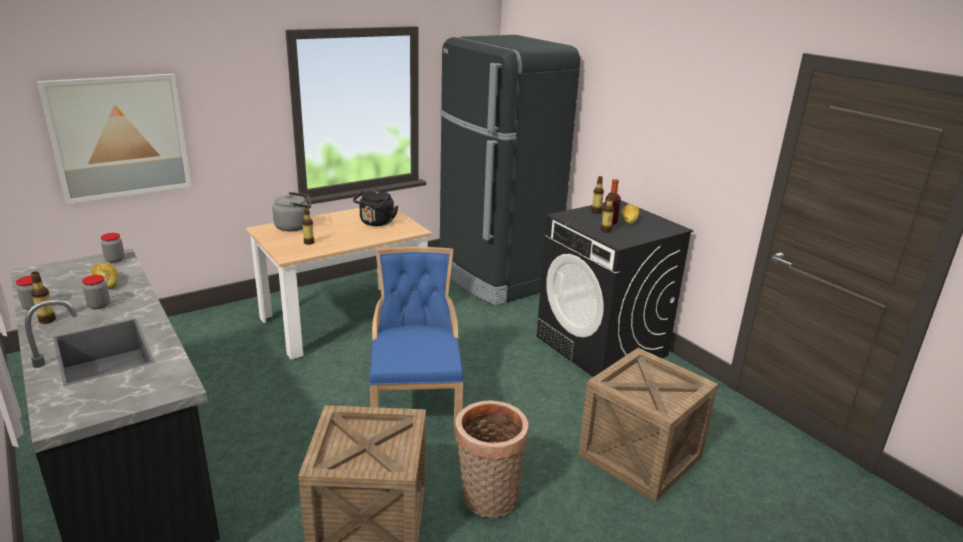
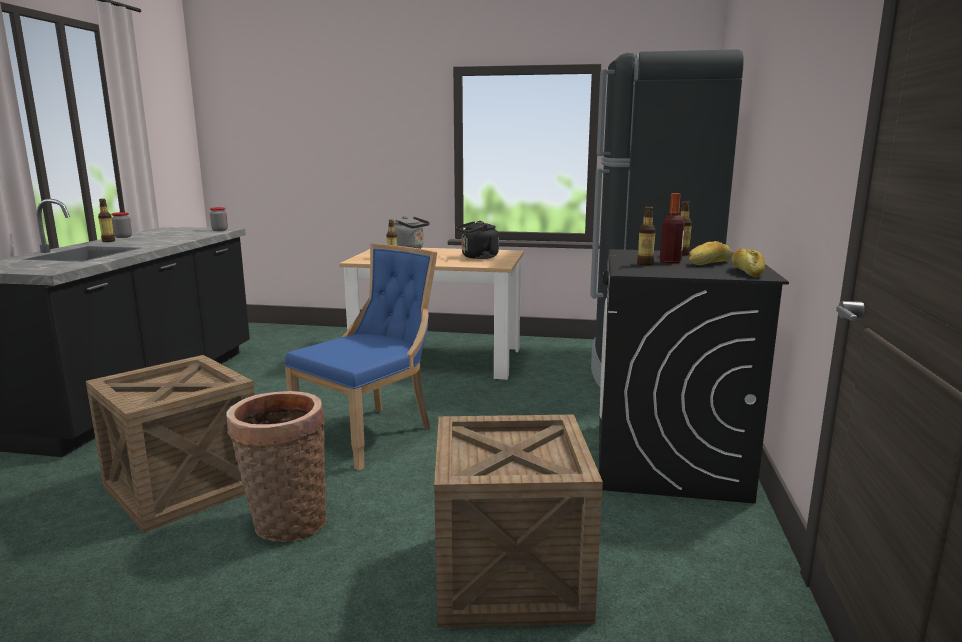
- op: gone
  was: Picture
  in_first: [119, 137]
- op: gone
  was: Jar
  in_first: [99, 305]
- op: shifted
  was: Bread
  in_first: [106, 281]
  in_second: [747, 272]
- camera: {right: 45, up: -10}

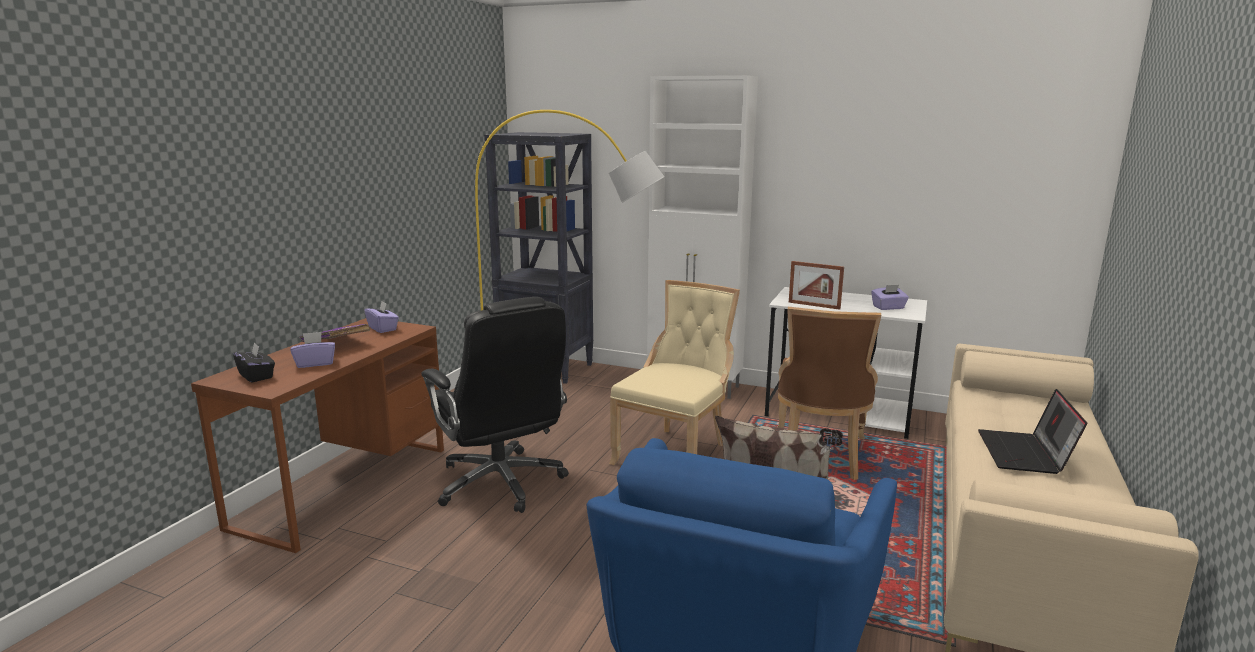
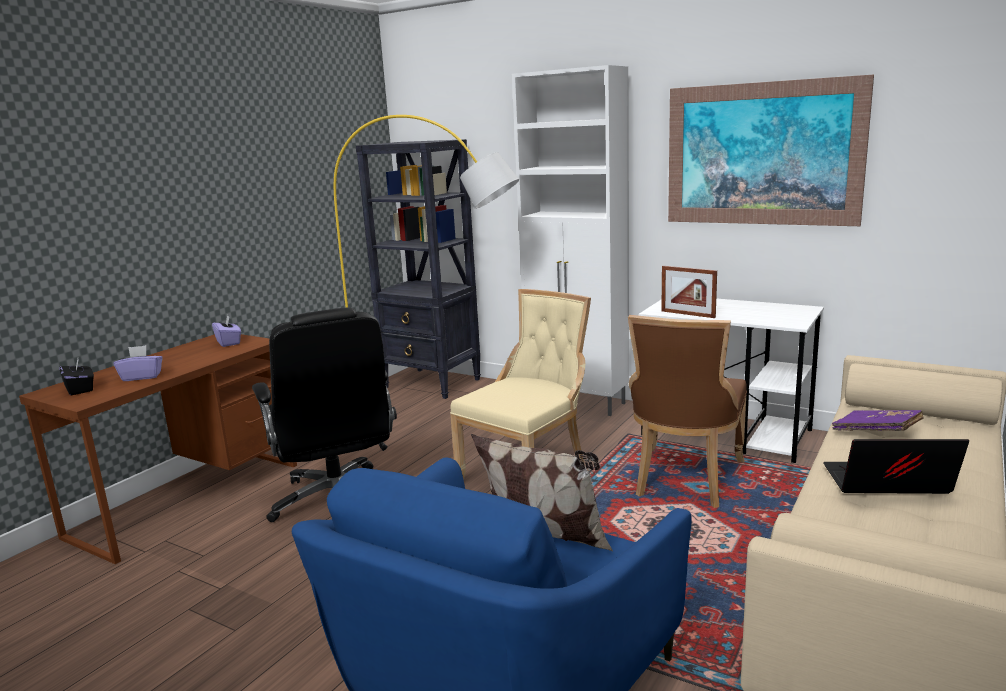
- op: shifted
  was: PurpleBook
  in_first: [336, 344]
  in_second: [876, 433]
- op: gone
  was: PurpleTissueBox
  in_first: [888, 307]
- op: rotated
  was: Laptop
  in_first: [1025, 454]
  in_second: [886, 484]
  clockwise: 75
- op: new
  now: Picture
  in_second: [762, 154]
- camera: {right: 10, up: 0}

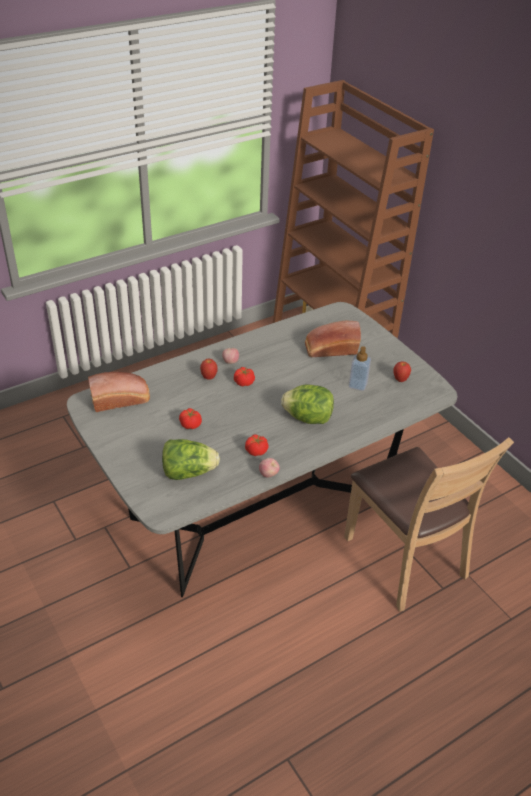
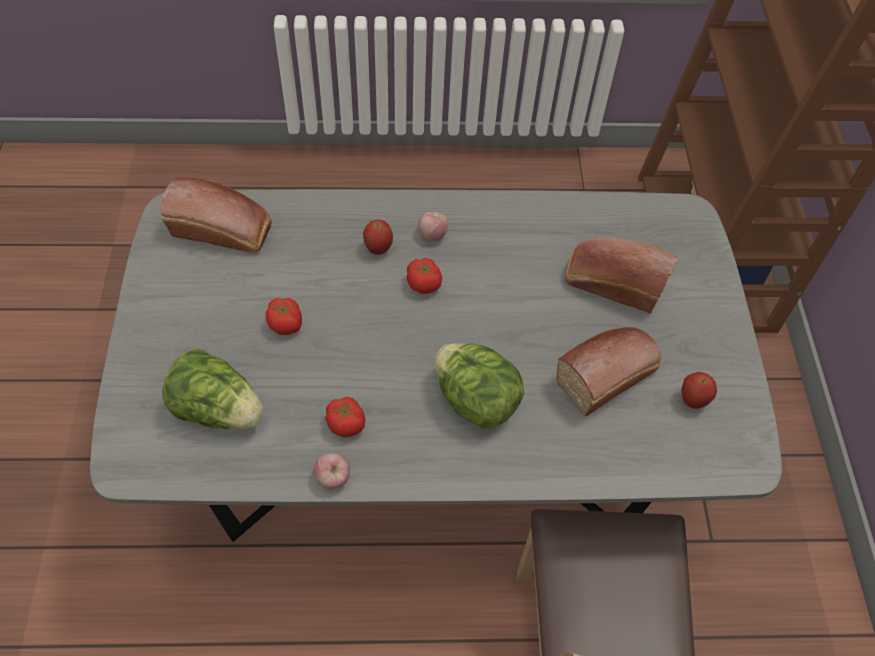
- op: swapped
  was: SoapDispenser
  now: Bread
  in_first: [358, 385]
  in_second: [608, 375]
- camera: {right: 30, up: 15}

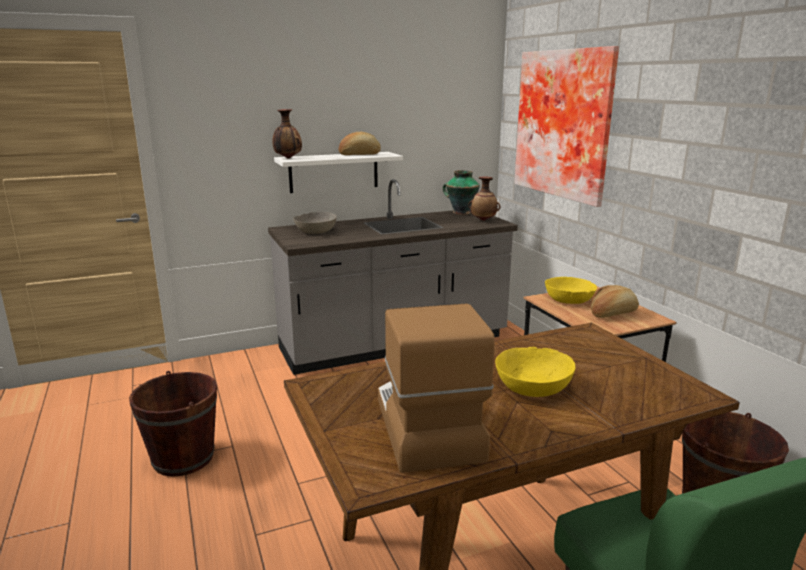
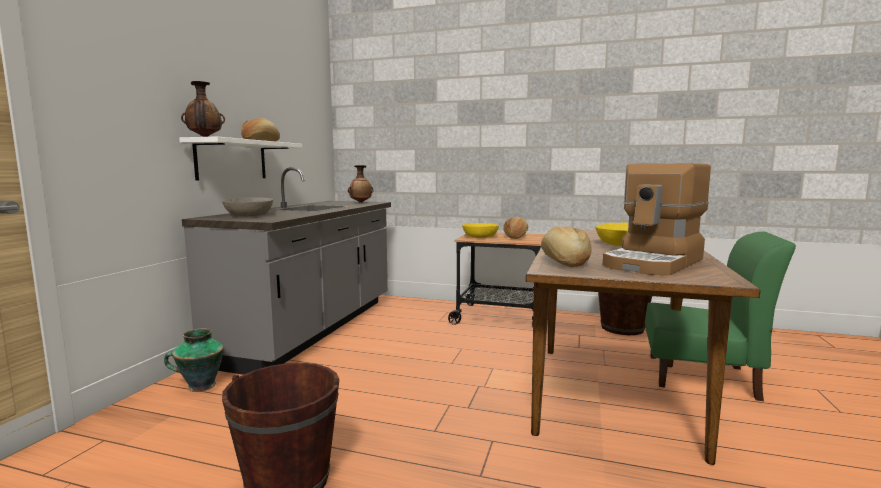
- op: rotated
  was: CoffeeMachine
  in_first: [425, 427]
  in_second: [654, 263]
  clockwise: -75
- op: shifted
  was: Vase
  in_first: [460, 212]
  in_second: [200, 386]
- op: gone
  was: Picture
  in_first: [565, 124]
- op: new
  now: Bread
  in_second: [564, 262]
- camera: {right: -50, up: -10}

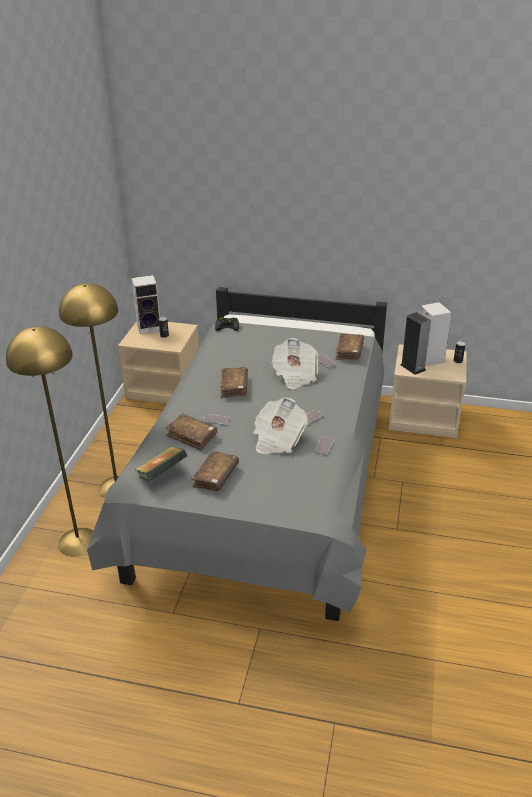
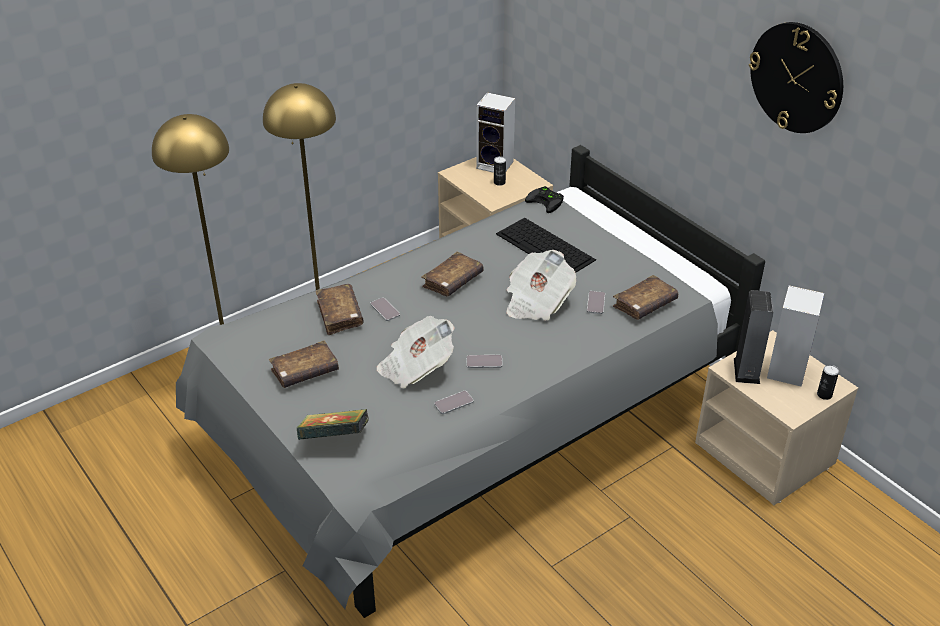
- op: shifted
  was: Book
  in_first: [162, 475]
  in_second: [334, 439]
- op: new
  now: Keyboard
  in_second: [546, 247]
- op: new
  now: WallClock
  in_second: [797, 77]
- camera: {right: 40, up: 5}

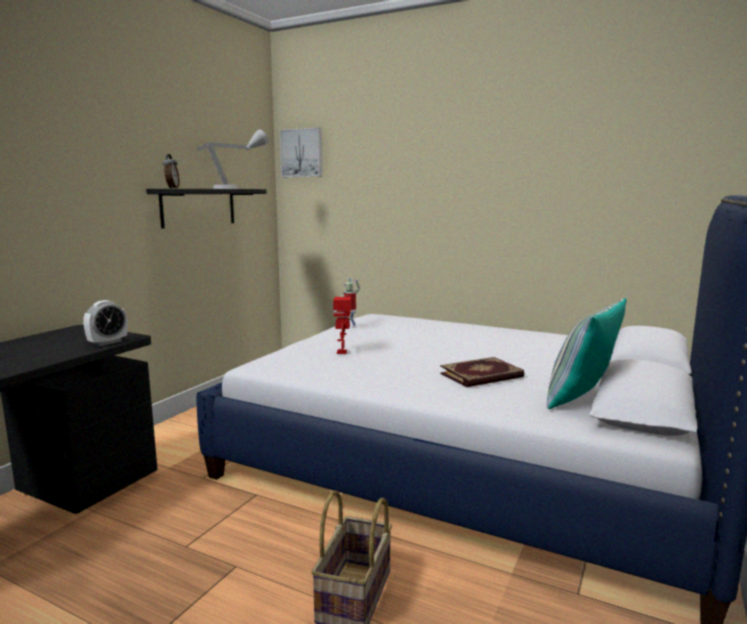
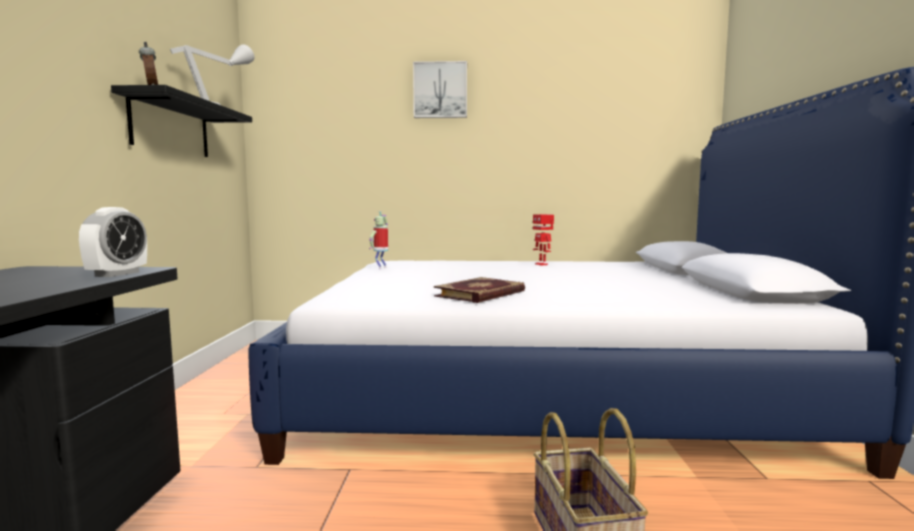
- op: shifted
  was: Picture
  in_first: [302, 153]
  in_second: [440, 90]
- op: shifted
  was: ToyRobot
  in_first: [342, 352]
  in_second: [542, 264]
- op: shifted
  was: Book
  in_first: [482, 376]
  in_second: [481, 294]
- op: gone
  was: Pillow
  in_first: [580, 399]
- camera: {right: -25, up: -5}

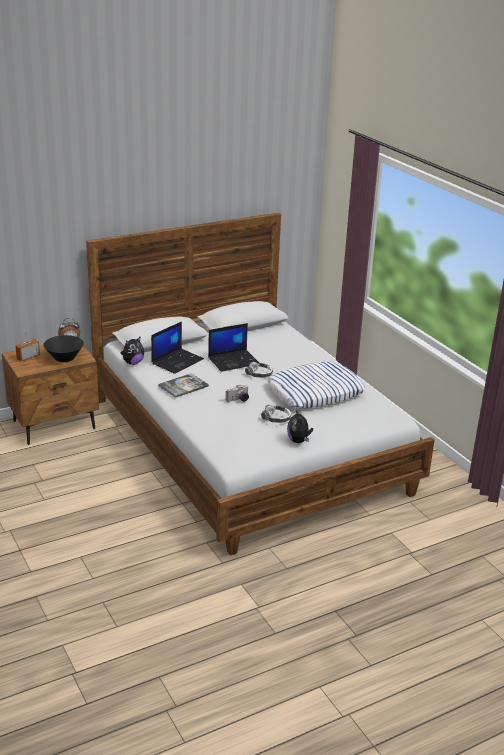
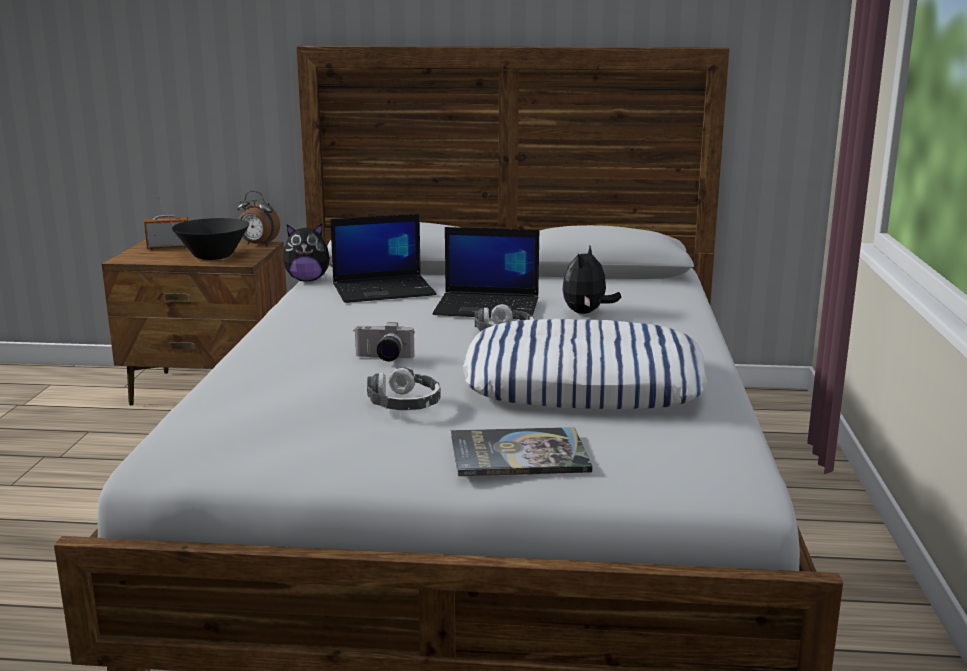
- op: shifted
  was: Book
  in_first: [183, 386]
  in_second: [518, 454]
- op: shifted
  was: PlushToy
  in_first: [298, 441]
  in_second: [586, 313]
- camera: {right: 35, up: -10}

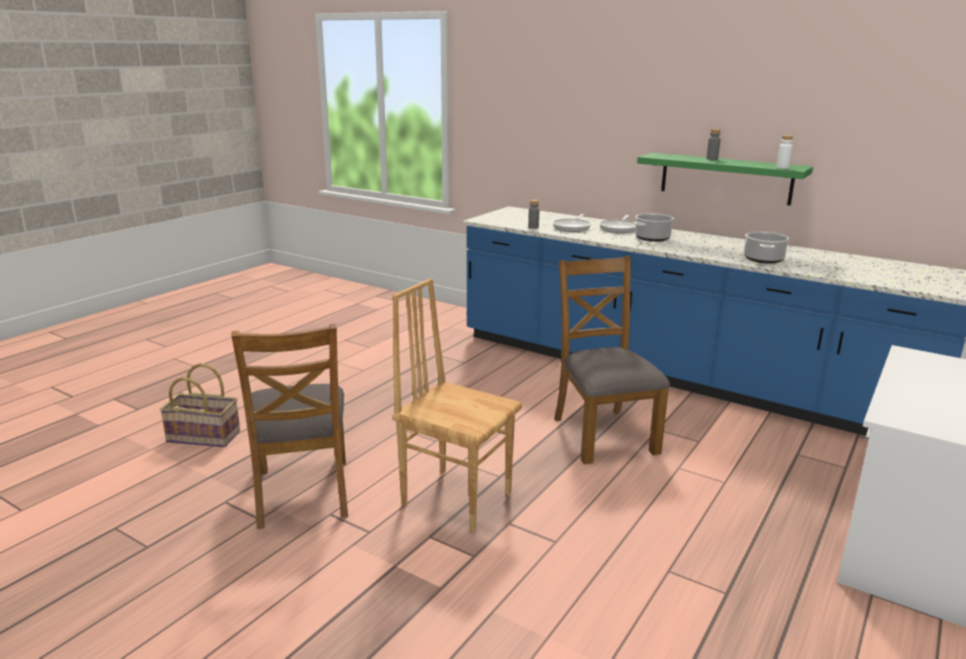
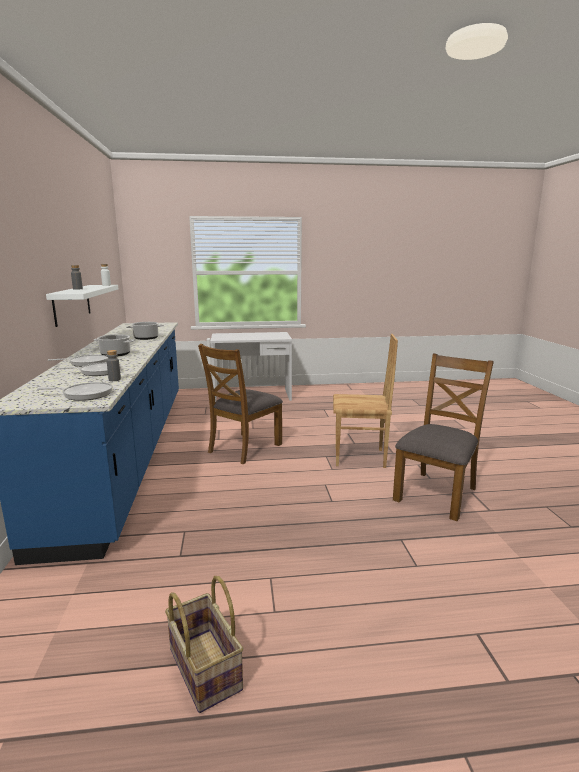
- op: shifted
  was: Basket
  in_first: [204, 436]
  in_second: [203, 669]
- op: rotated
  was: BrownChair
  in_first: [457, 498]
  in_second: [360, 458]
  clockwise: -75
- op: repainted
  was: GreenShelf
  now: WhiteShelf
  in_first: [725, 178]
  in_second: [72, 304]
- op: new
  now: FryingPan
  in_second: [85, 394]
- camera: {right: -130, up: -5}

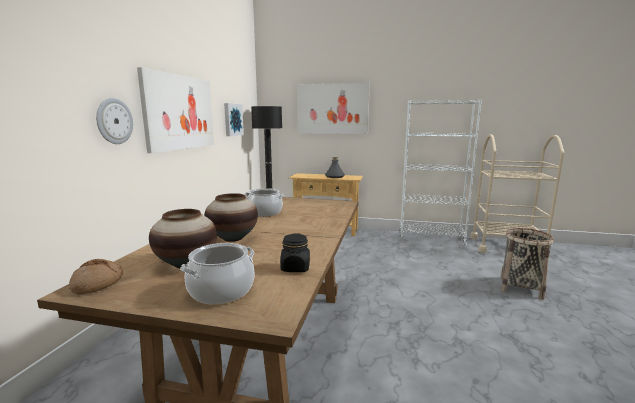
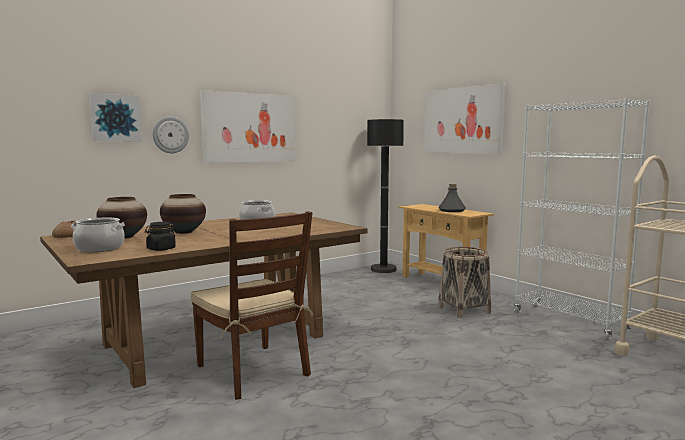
- op: shifted
  was: Picture
  in_first: [232, 119]
  in_second: [115, 118]
- op: shifted
  was: Basket
  in_first: [521, 287]
  in_second: [463, 310]
- op: new
  now: BrownChair
  in_second: [253, 370]
- camera: {right: 40, up: -5}

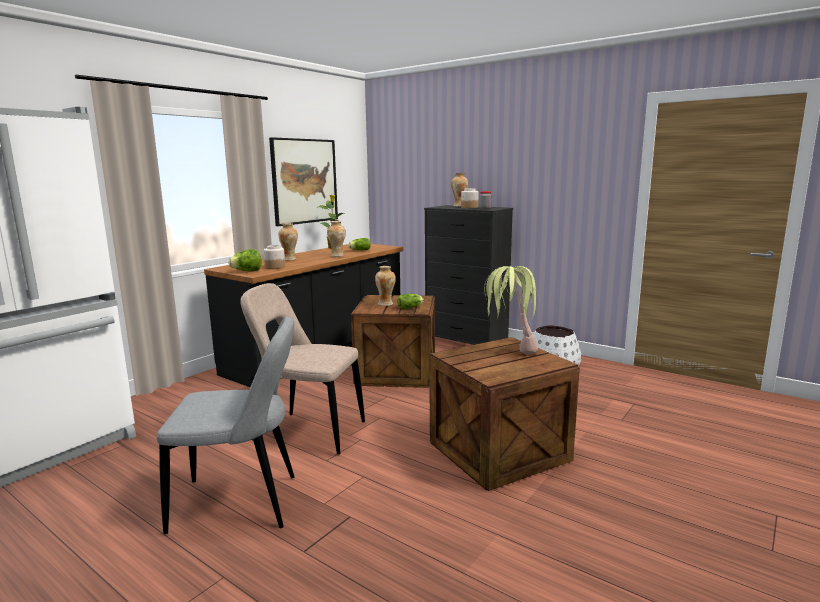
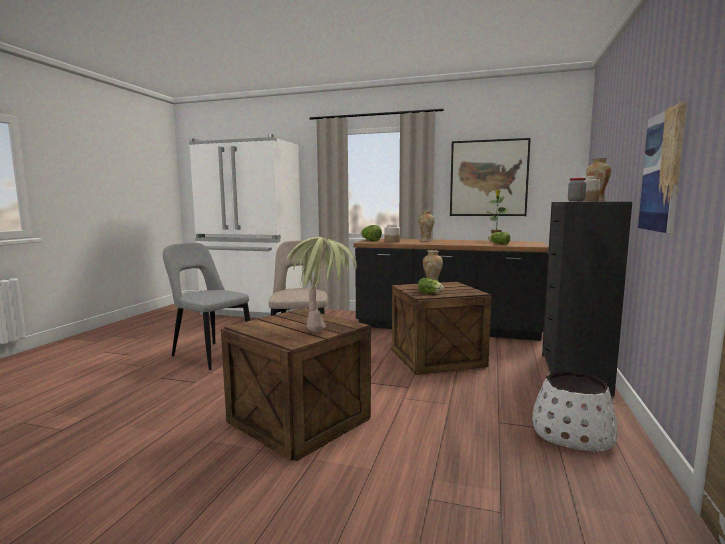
- op: rotated
  was: GreyChair
  in_first: [241, 503]
  in_second: [210, 355]
  clockwise: 150
- op: gone
  was: Vase
  in_first: [337, 256]
- op: new
  now: Picture
  in_second: [662, 172]
- camera: {right: 70, up: -5}

